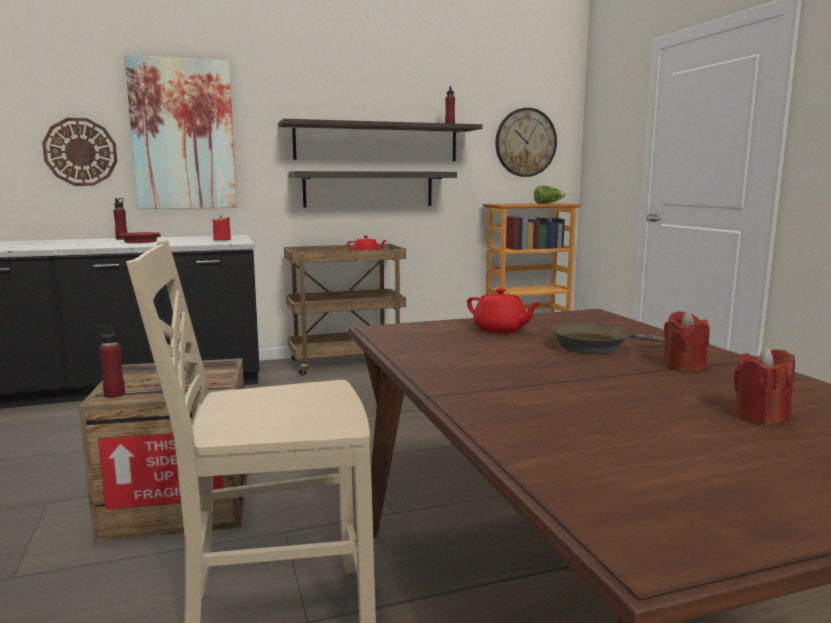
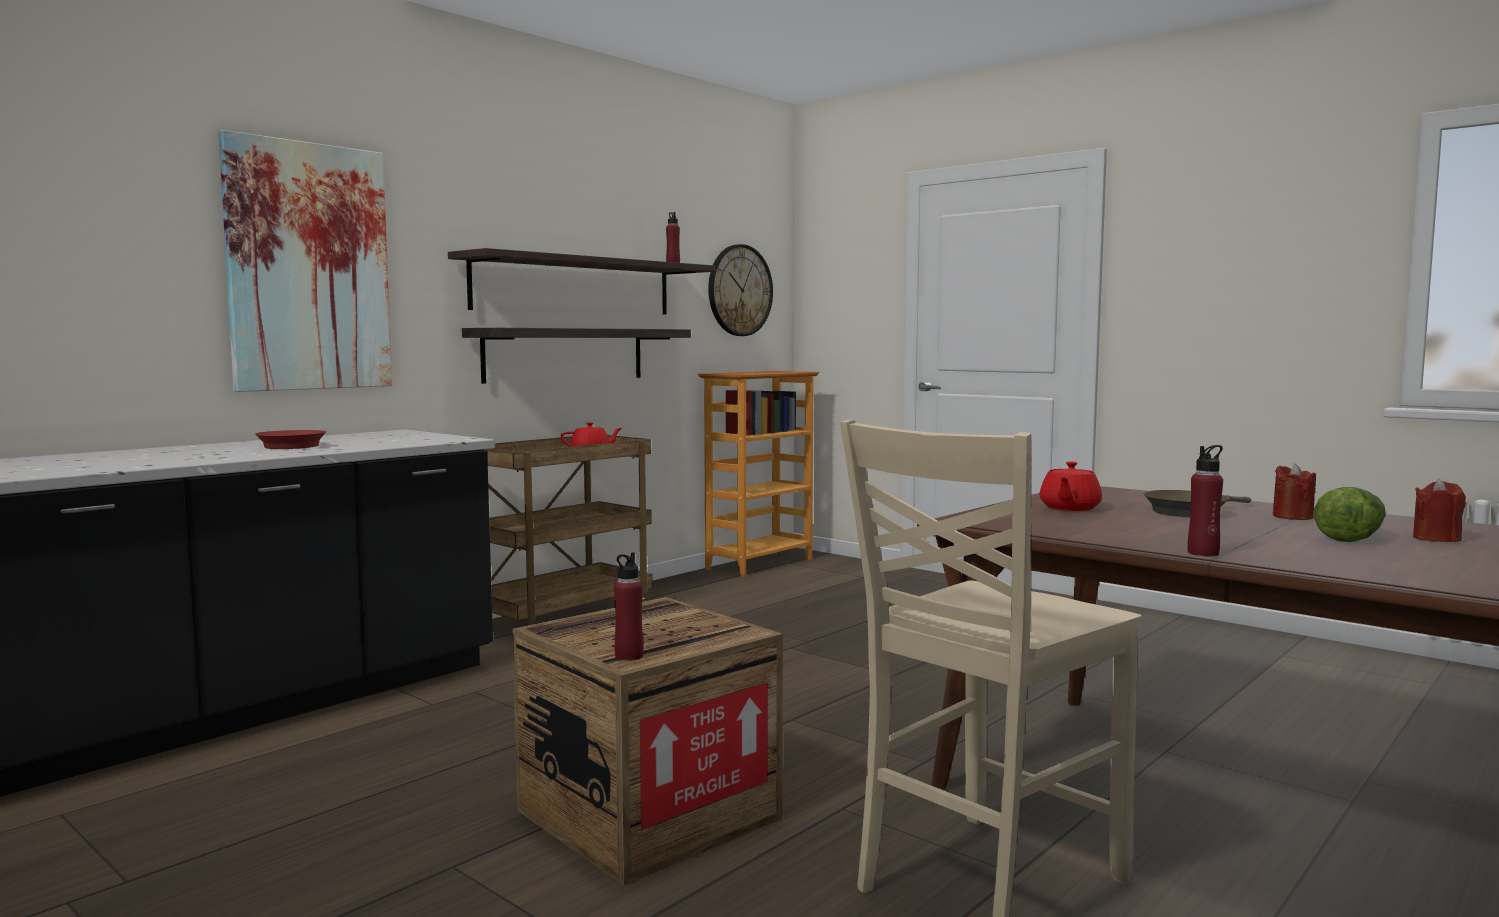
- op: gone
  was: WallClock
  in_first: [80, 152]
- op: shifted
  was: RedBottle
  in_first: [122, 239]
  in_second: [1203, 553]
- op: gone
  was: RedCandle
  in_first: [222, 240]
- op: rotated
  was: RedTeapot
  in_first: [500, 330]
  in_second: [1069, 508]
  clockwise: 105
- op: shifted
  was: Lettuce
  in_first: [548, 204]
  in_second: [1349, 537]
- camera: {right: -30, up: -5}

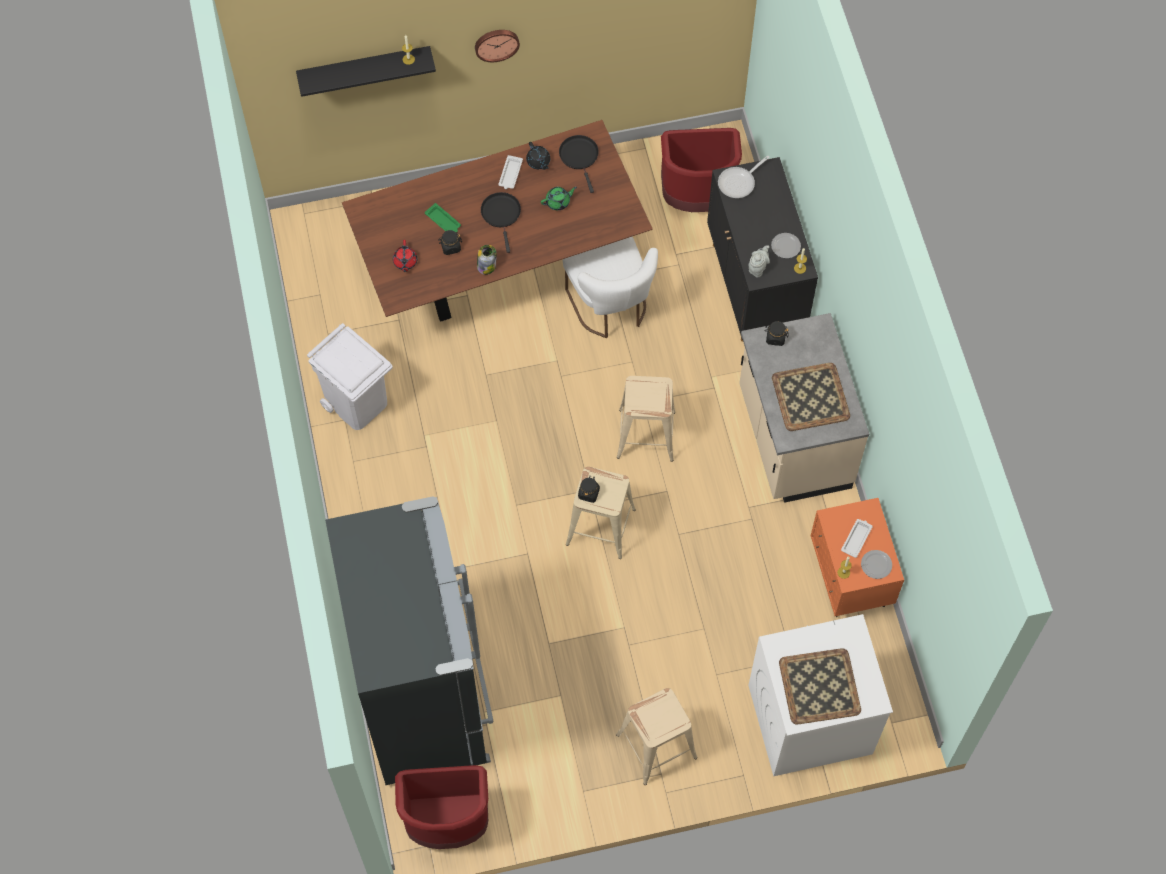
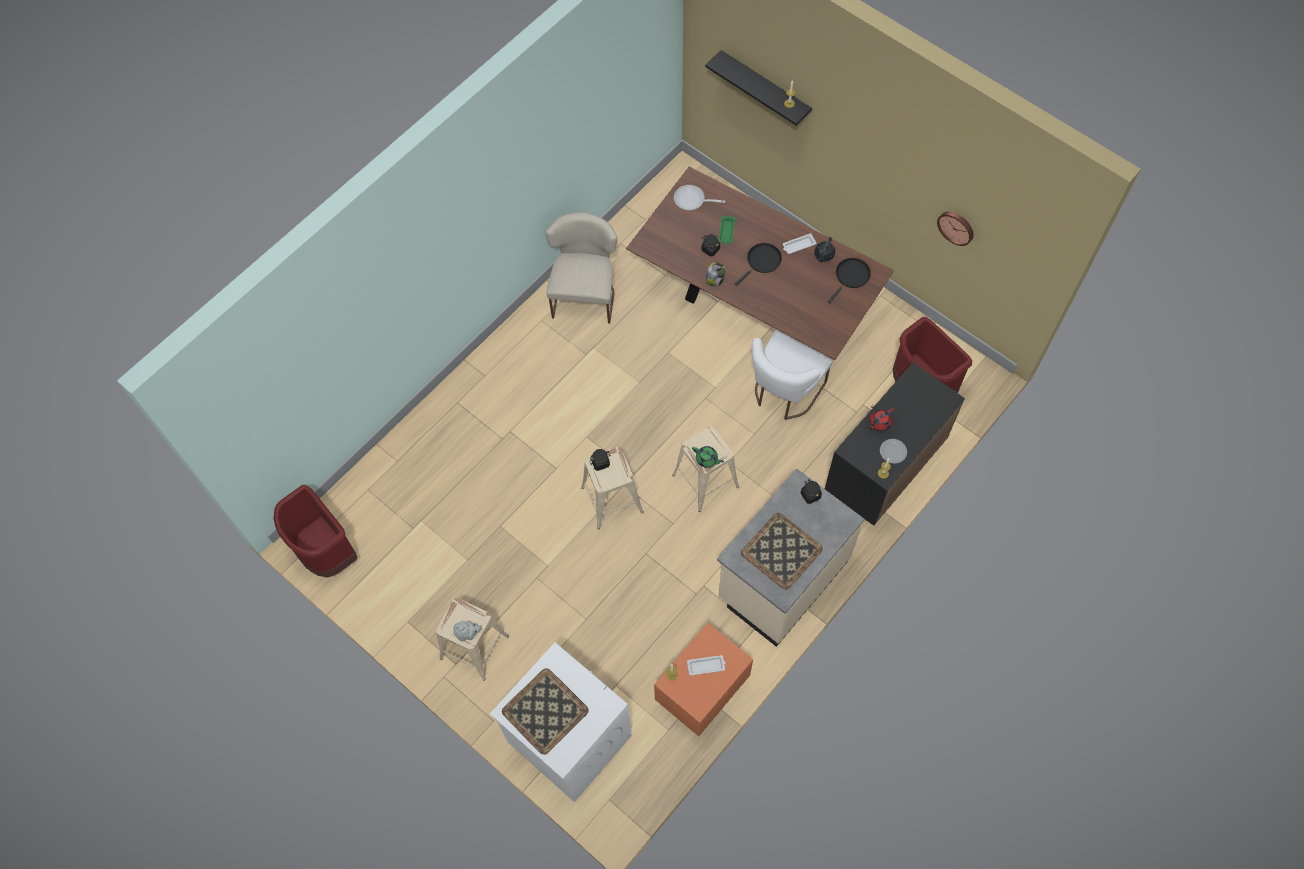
- op: swapped
  was: WhiteTrashCan
  now: BeigeChair
  in_first: [357, 403]
  in_second: [585, 294]
- op: gone
  was: BlackFridge
  in_first: [425, 696]
- op: shifted
  was: RedTeapot
  in_first: [405, 262]
  in_second: [879, 423]
- op: shifted
  was: WallClock
  in_first: [496, 43]
  in_second: [956, 227]
- op: shifted
  was: GreenTeapot
  in_first: [558, 202]
  in_second: [707, 459]
- op: shifted
  was: FryingPan
  in_first: [739, 182]
  in_second: [692, 200]
- op: shifted
  was: GreyTeapot
  in_first: [758, 268]
  in_second: [468, 634]
- op: gone
  was: Plate
  in_first: [875, 565]
- camera: {right: 55, up: 0}

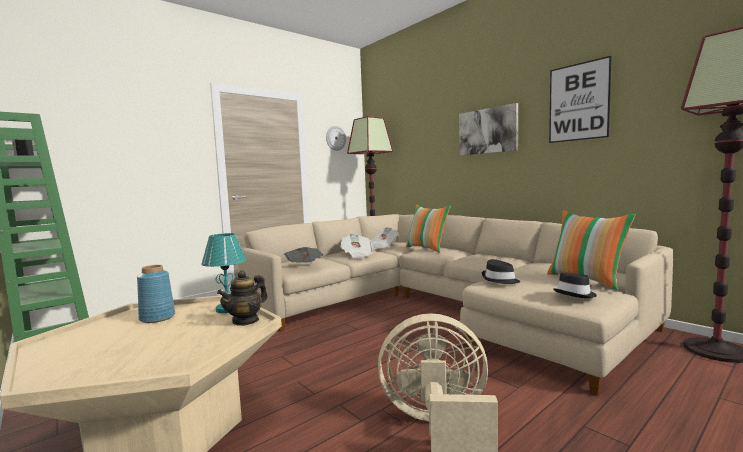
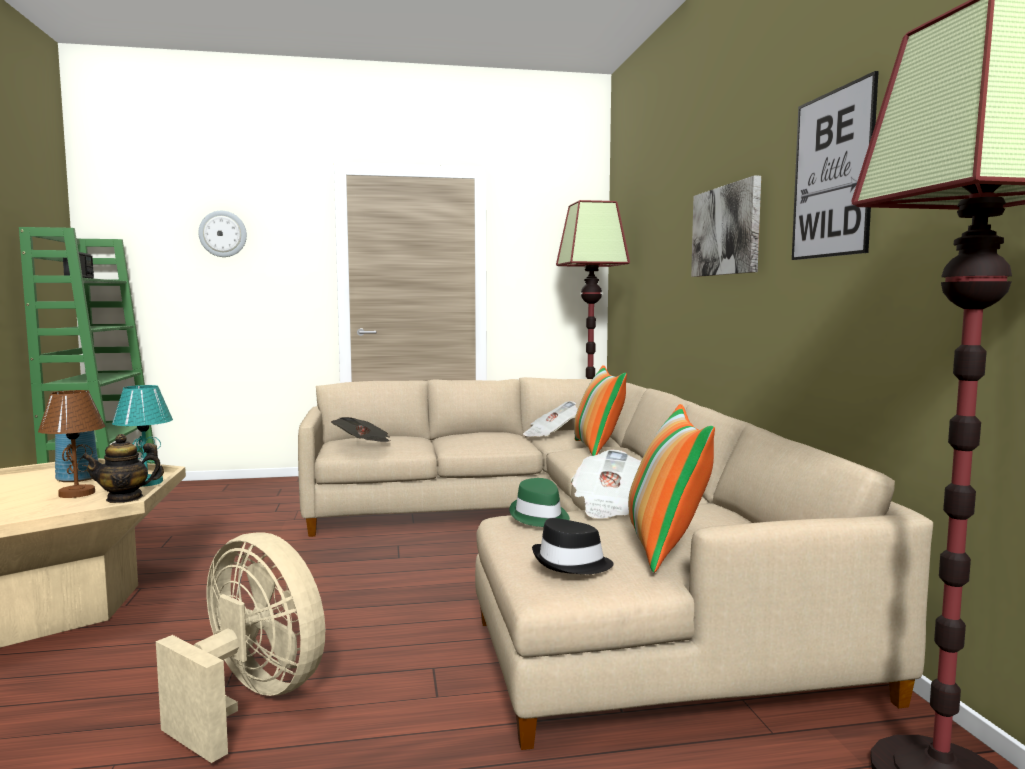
- op: shifted
  was: WallClock
  in_first: [335, 138]
  in_second: [223, 234]
- op: shifted
  was: Newspaper
  in_first: [357, 255]
  in_second: [610, 507]
- op: repainted
  was: BlackHat
  now: GreenHat
  in_first: [500, 280]
  in_second: [539, 516]
- op: new
  now: BrownTableLamp
  in_second: [76, 493]
- camera: {right: 30, up: 0}

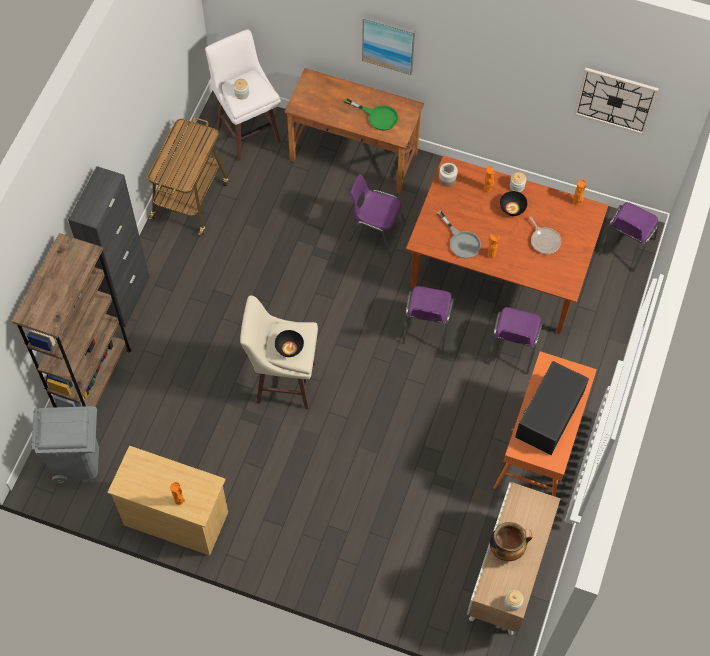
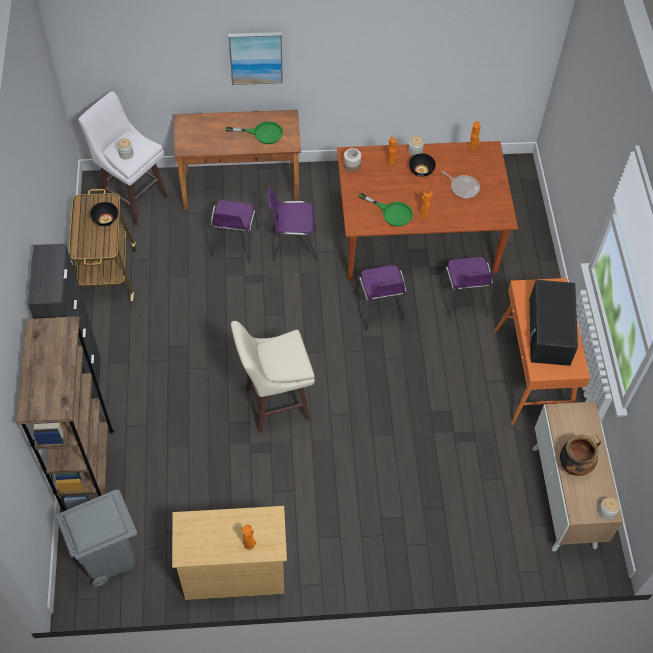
- op: shifted
  was: BlackBowl
  in_first: [289, 348]
  in_second: [105, 219]
- op: repainted
  was: GreyFryingPan
  now: GreenFryingPan
  in_first: [461, 241]
  in_second: [392, 212]
- op: gone
  was: WallClock
  in_first: [615, 100]
- op: shifted
  was: PurpleChair
  in_first: [625, 247]
  in_second: [234, 244]
- camera: {right: -25, up: -5}

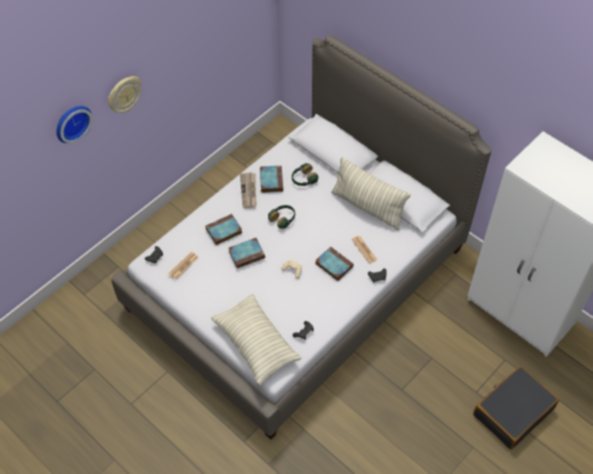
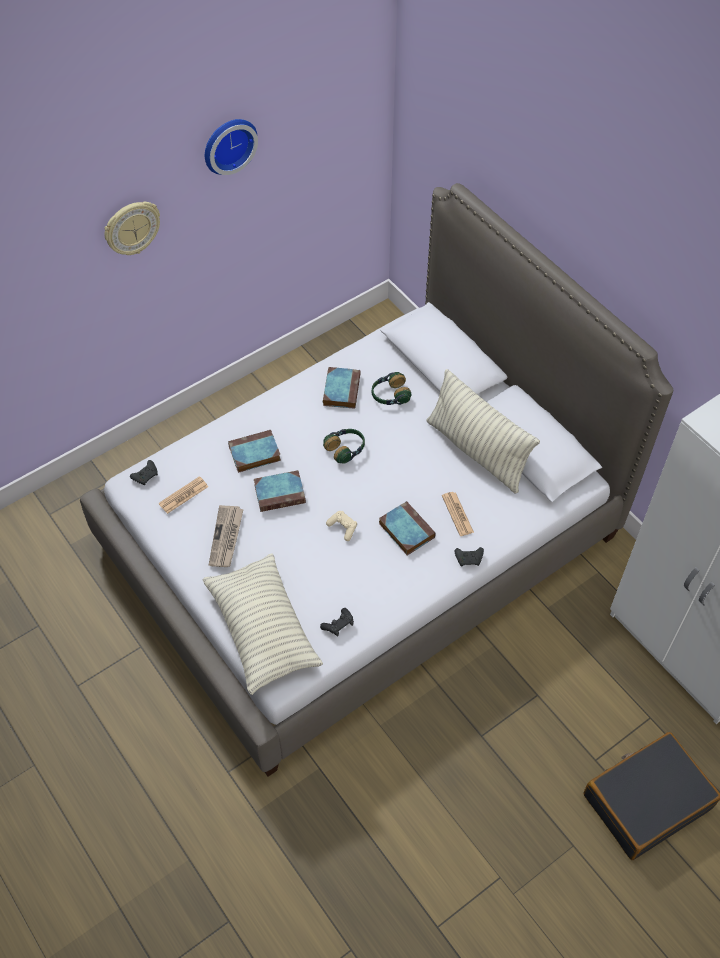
- op: shifted
  was: WallClock
  in_first: [71, 122]
  in_second: [228, 144]
- op: shifted
  was: Newspaper
  in_first: [249, 191]
  in_second: [226, 538]
- camera: {right: 10, up: 0}

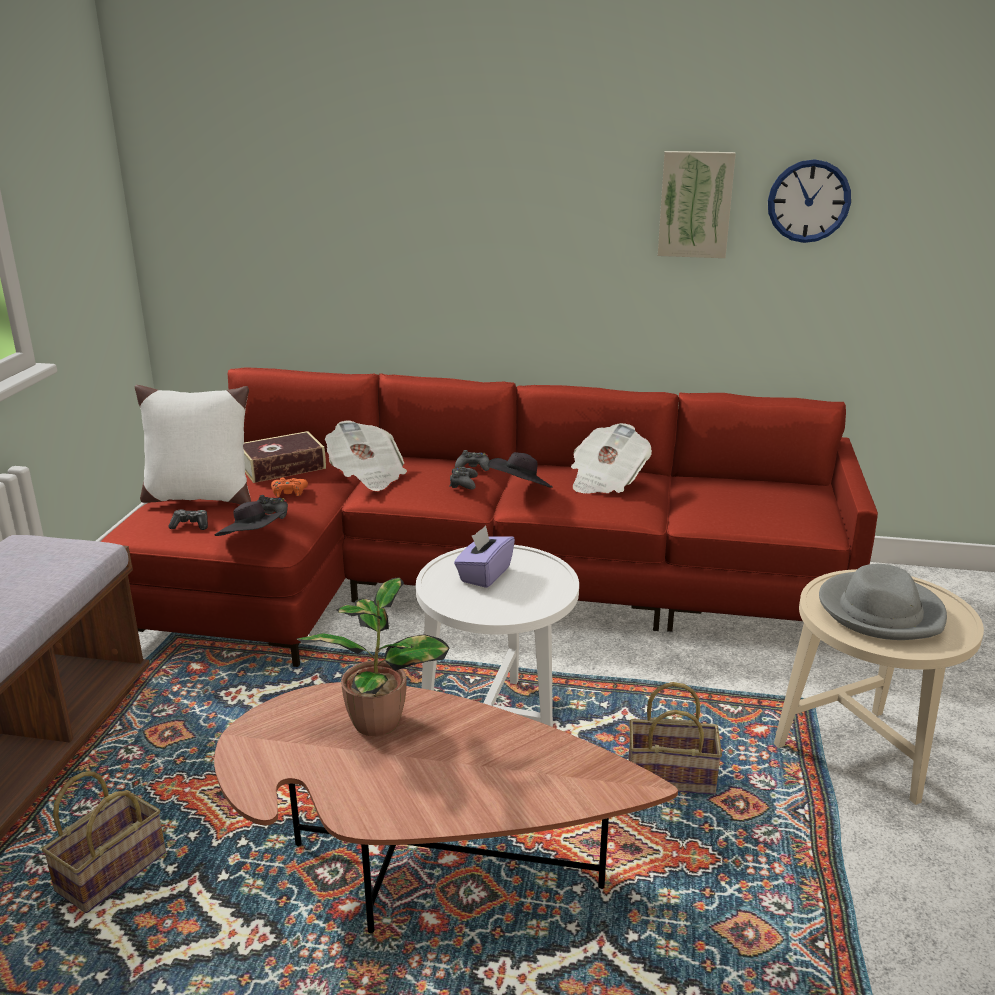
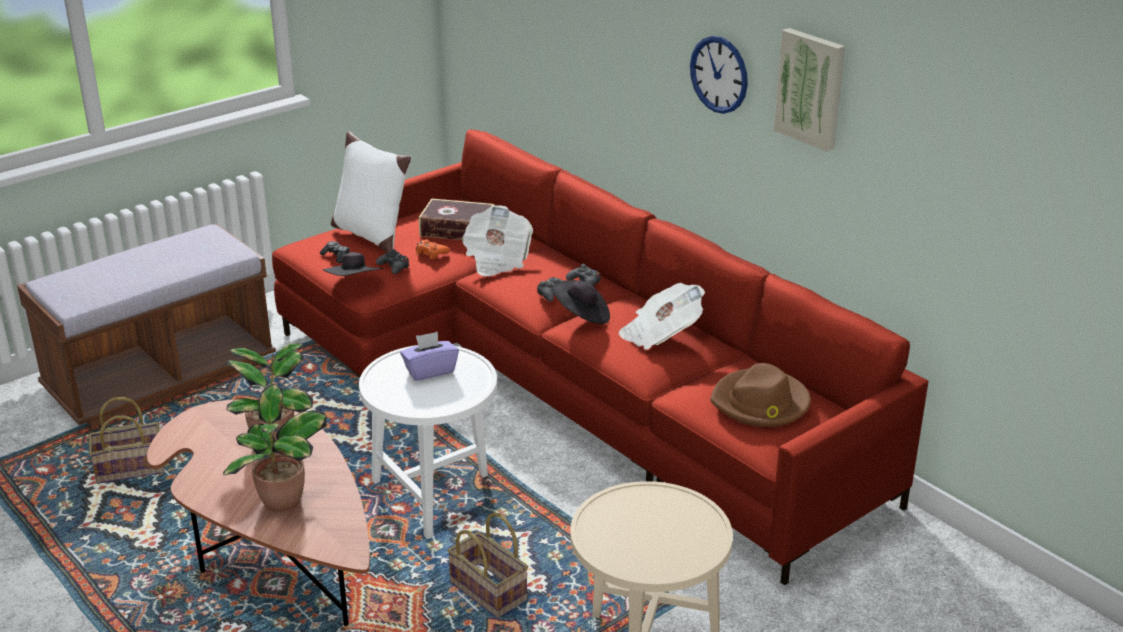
- op: shifted
  was: WallClock
  in_first: [808, 201]
  in_second: [719, 74]
- op: gone
  was: GreyHat
  in_first: [880, 611]
- op: new
  now: PottedPlant
  in_second: [282, 502]
- op: new
  now: BrownHat
  in_second: [761, 403]
- camera: {right: 40, up: 5}

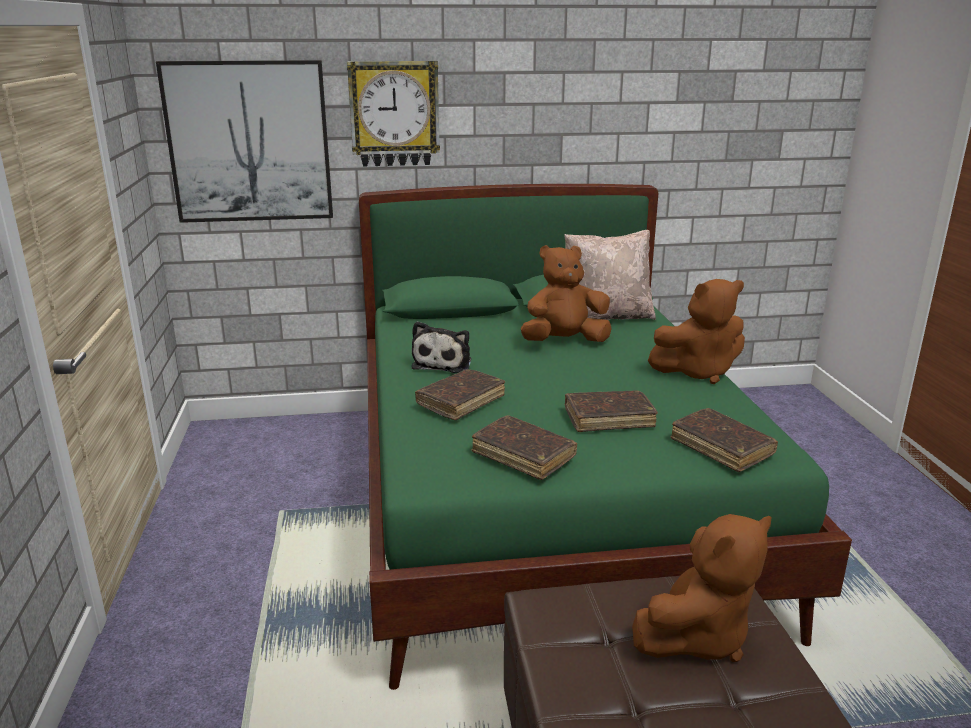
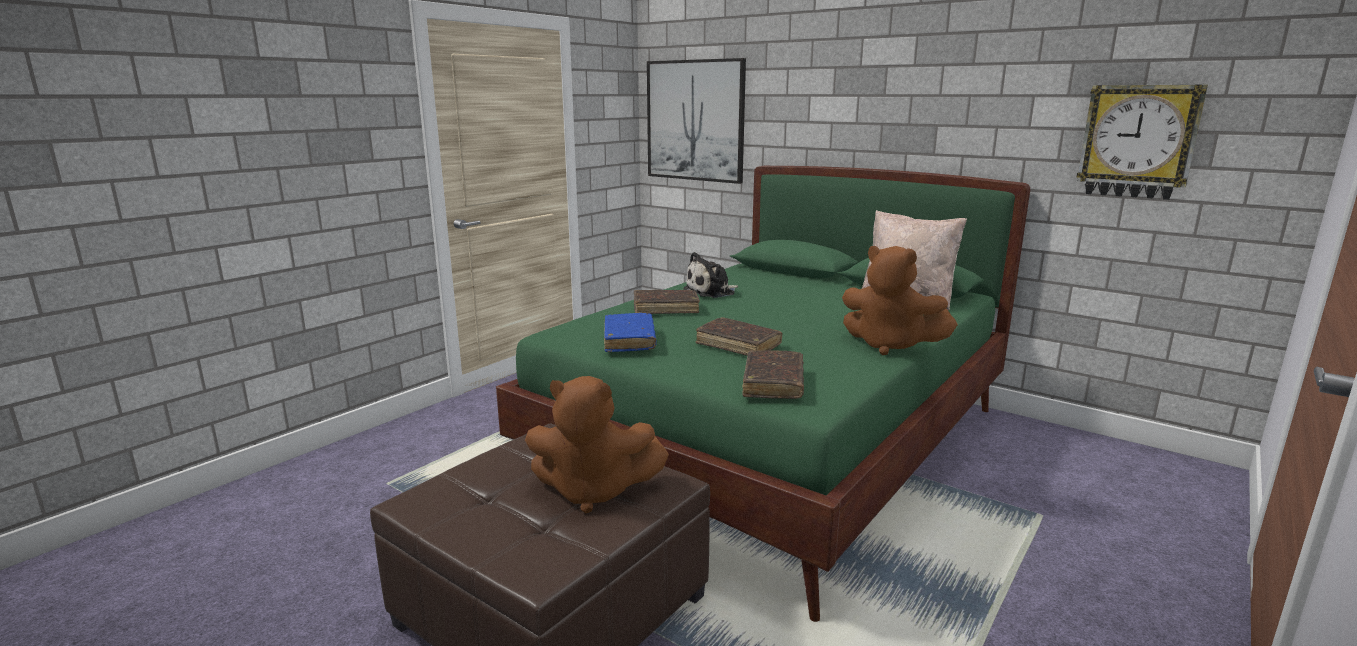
- op: shifted
  was: WallClock
  in_first: [394, 114]
  in_second: [1137, 141]
- op: repainted
  was: BrownBook
  now: BlueBook
  in_first: [523, 455]
  in_second: [629, 340]
- op: gone
  was: BrownPlushToy
  in_first: [564, 342]
- camera: {right: 45, up: -5}

